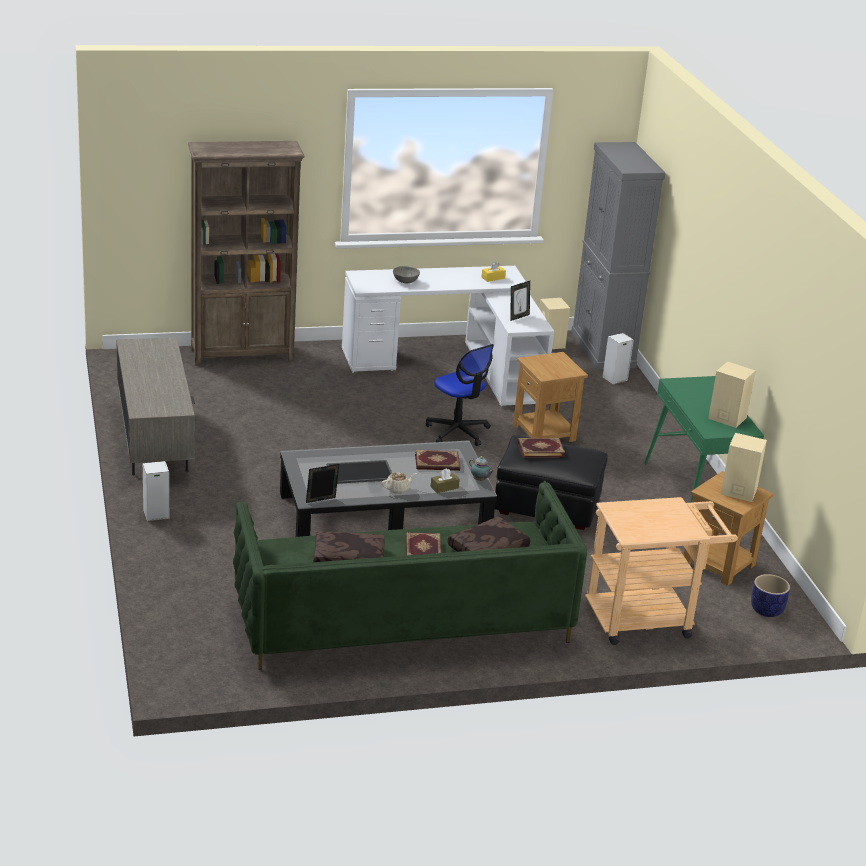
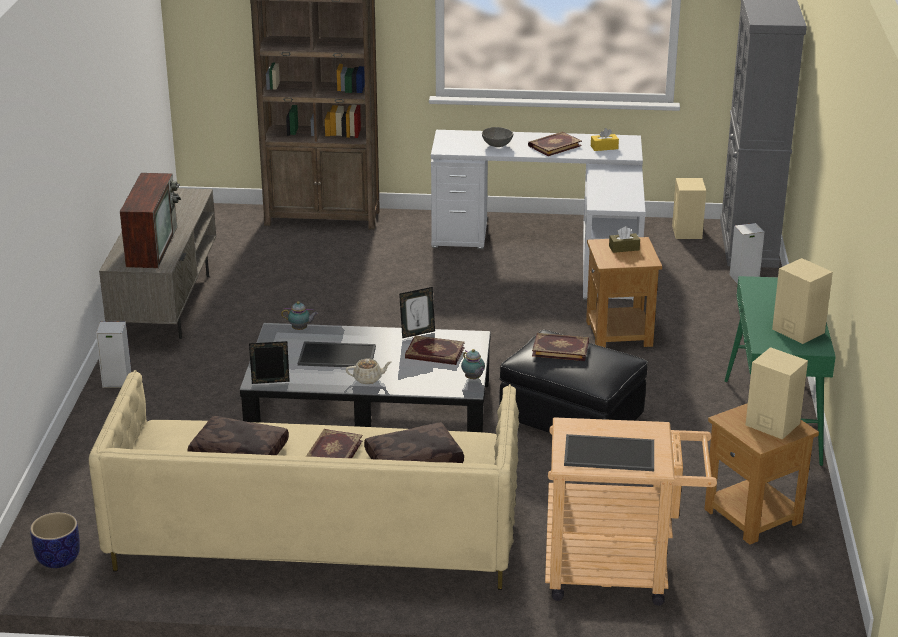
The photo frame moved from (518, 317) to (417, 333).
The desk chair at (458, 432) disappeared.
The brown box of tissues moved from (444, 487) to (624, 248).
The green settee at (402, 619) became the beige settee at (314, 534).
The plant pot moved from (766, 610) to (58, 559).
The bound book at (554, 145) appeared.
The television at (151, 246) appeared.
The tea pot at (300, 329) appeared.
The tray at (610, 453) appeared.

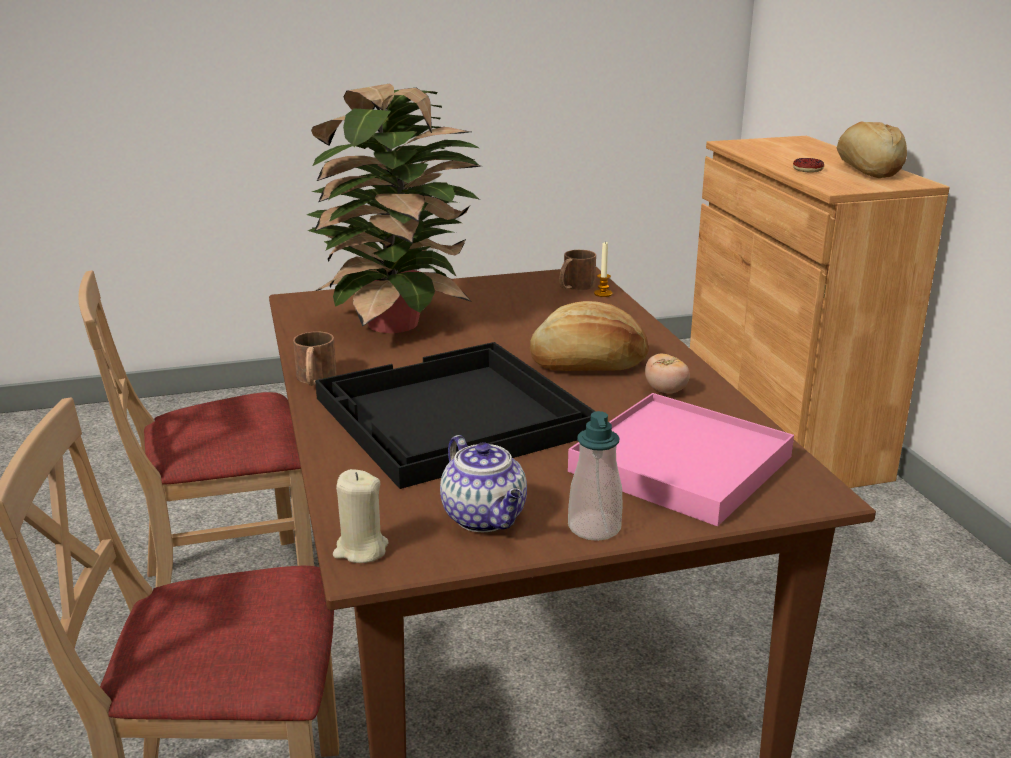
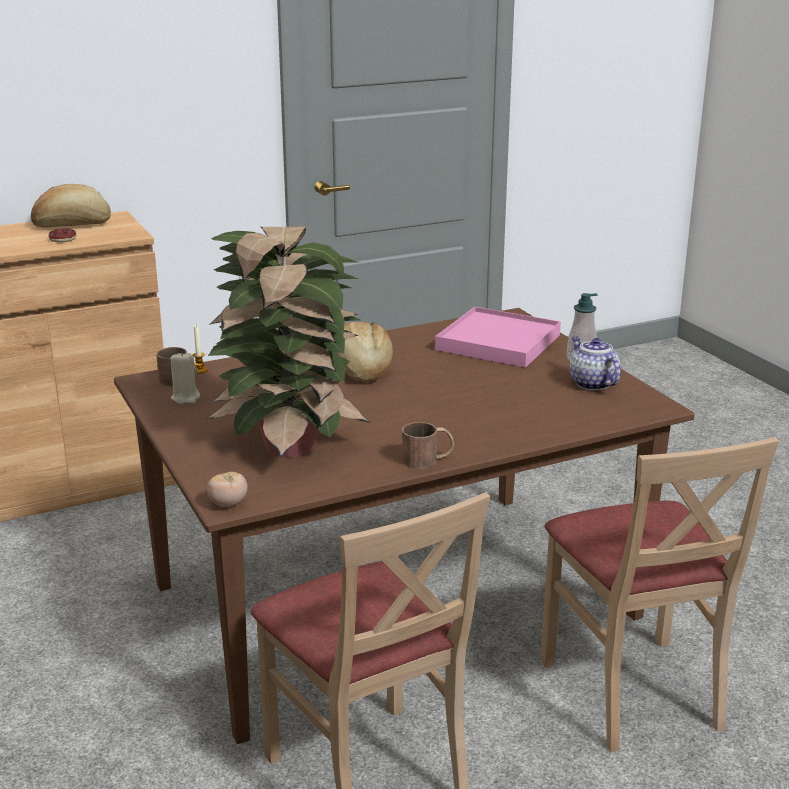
The black-coloured tray at (452, 417) disappeared.
The whole tomato moved from (665, 391) to (228, 504).
The tea pot at (486, 518) turned 75 degrees counterclockwise.
The beige candle moved from (360, 550) to (186, 398).

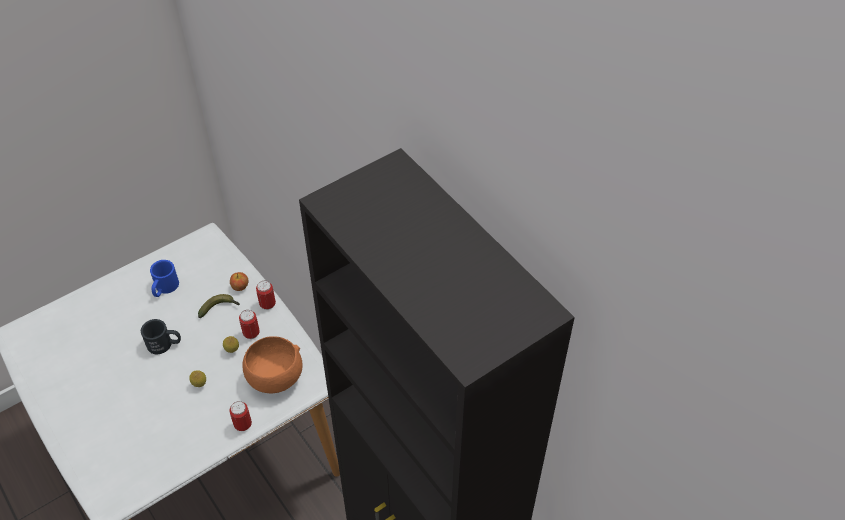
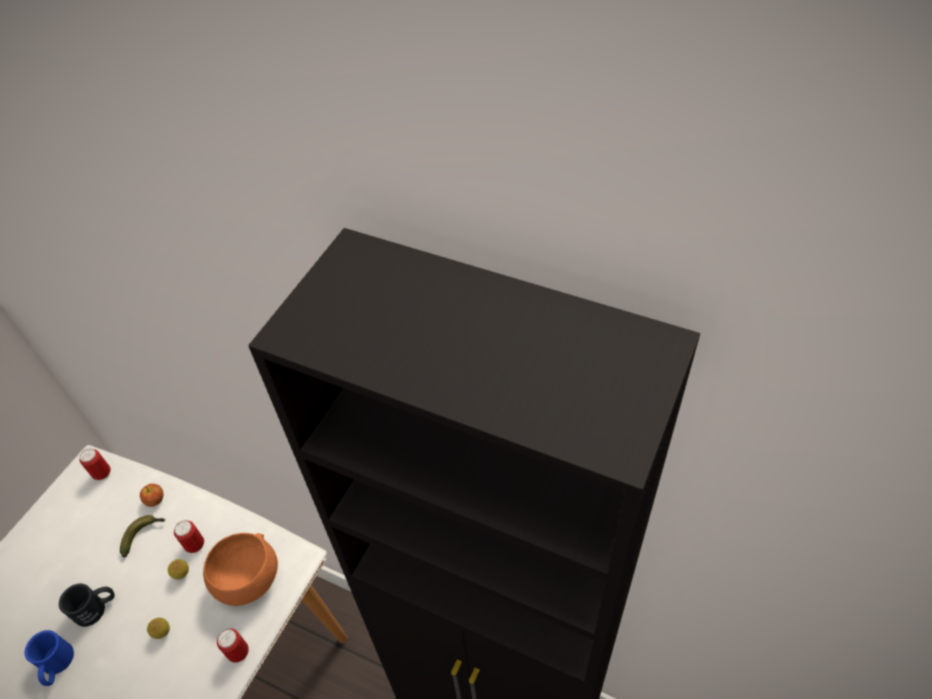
The blue-coloured coffee mug moved from (164, 288) to (56, 665).
The sealed can moved from (267, 304) to (102, 473).

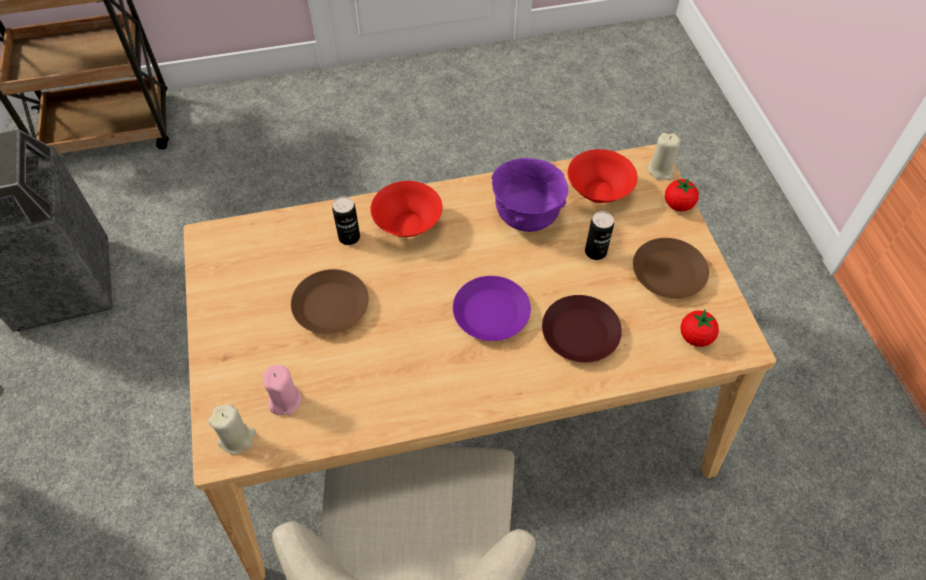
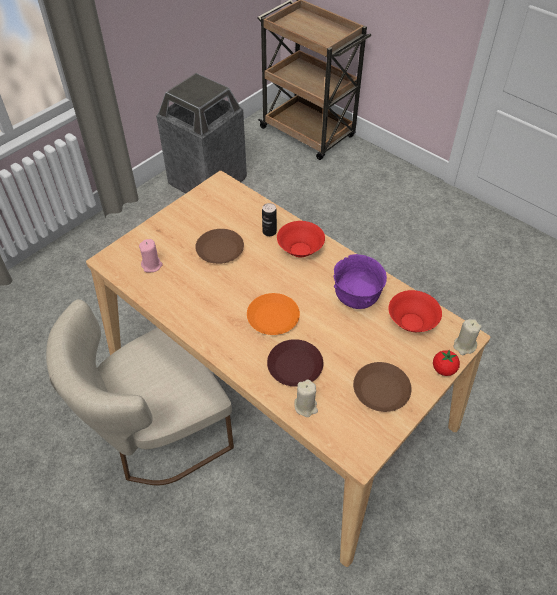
The sealed can at (595, 252) disappeared.
The purplish plate at (492, 312) became the orange plate at (273, 318).
The whole tomato at (695, 337) disappeared.
The beige candle moved from (237, 438) to (306, 406).

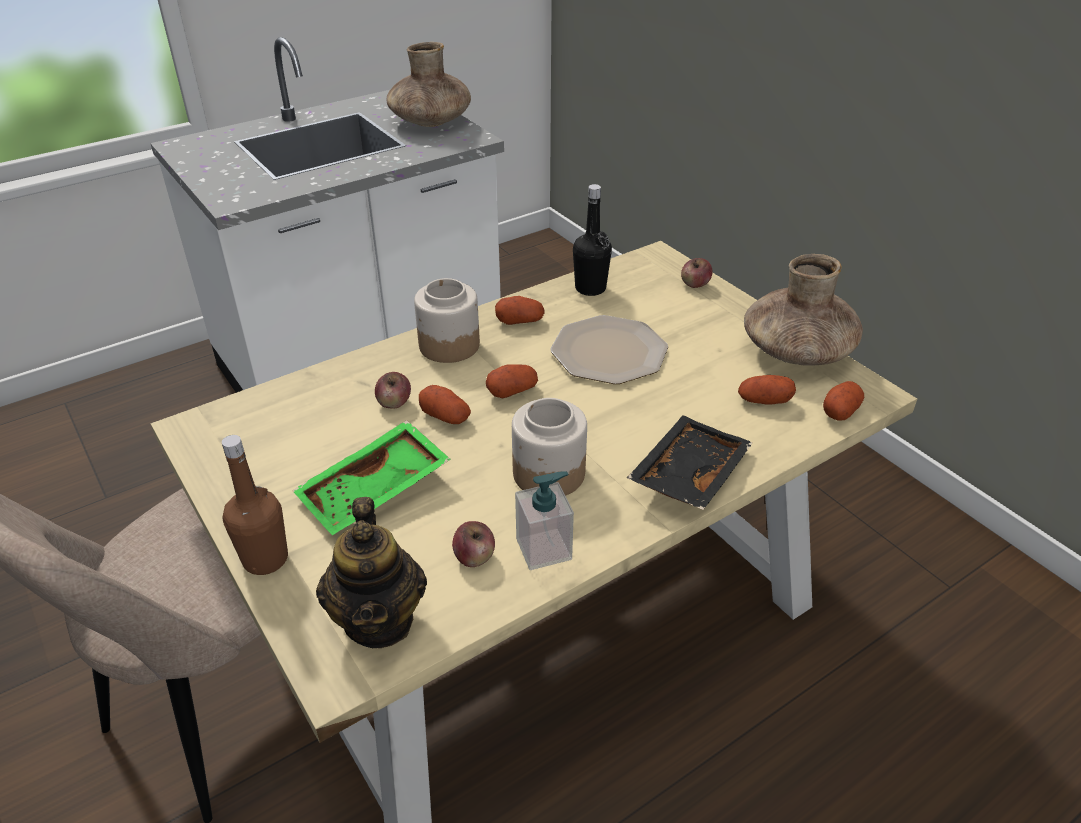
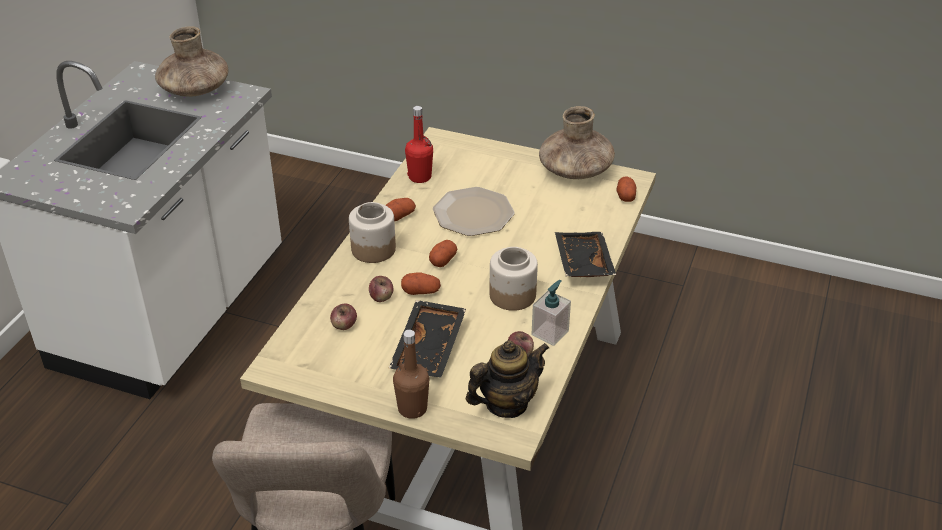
The black-coloured bottle at (590, 288) became the red-coloured bottle at (420, 177).
The apple fruit moved from (695, 284) to (344, 325).
The whole potato at (764, 401) disappeared.
The green tray at (375, 491) became the black-coloured tray at (430, 348).
The tea pot at (379, 619) turned 75 degrees counterclockwise.

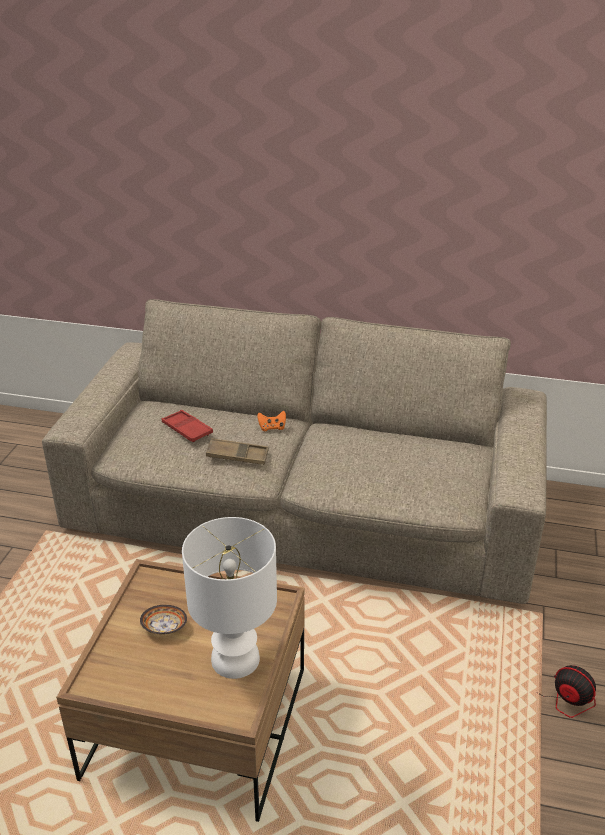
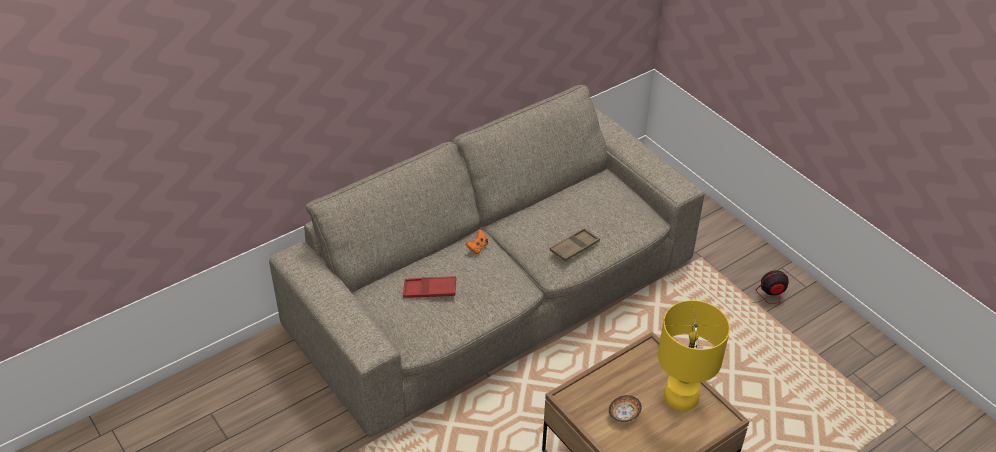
The brown tray moved from (237, 456) to (574, 247).
The whitish lamp for a table at (236, 660) became the yellowish lamp for a table at (682, 396).

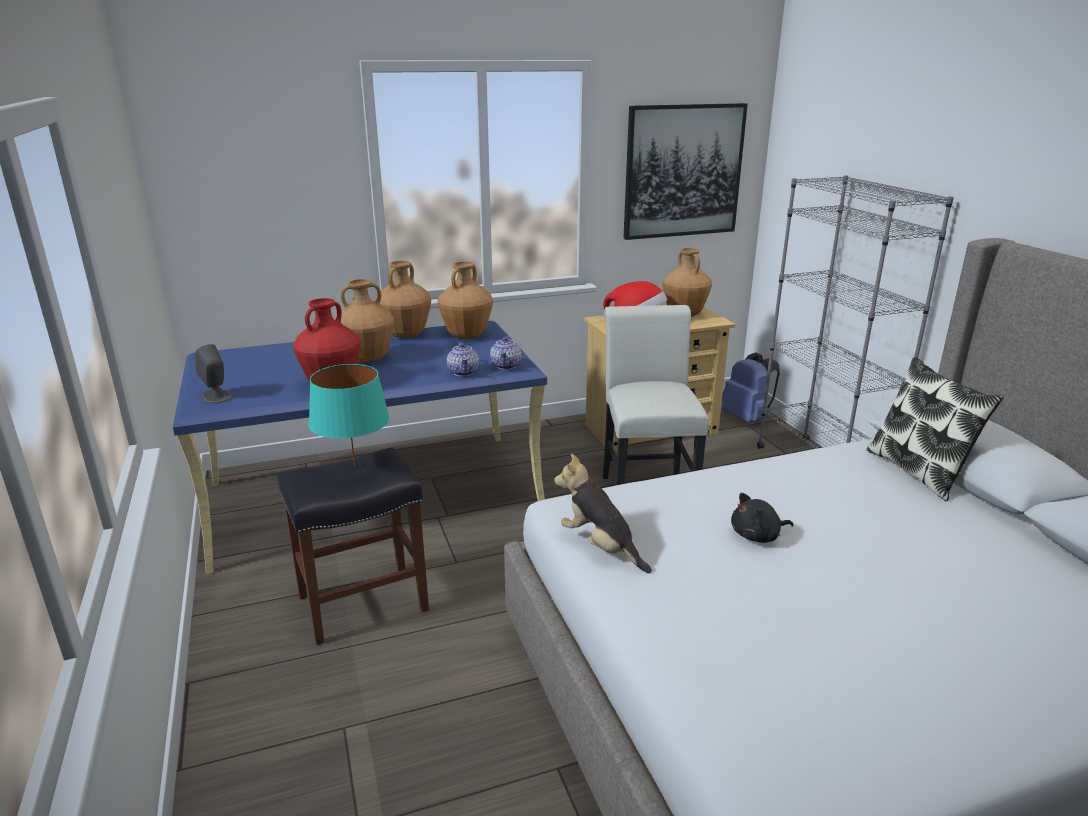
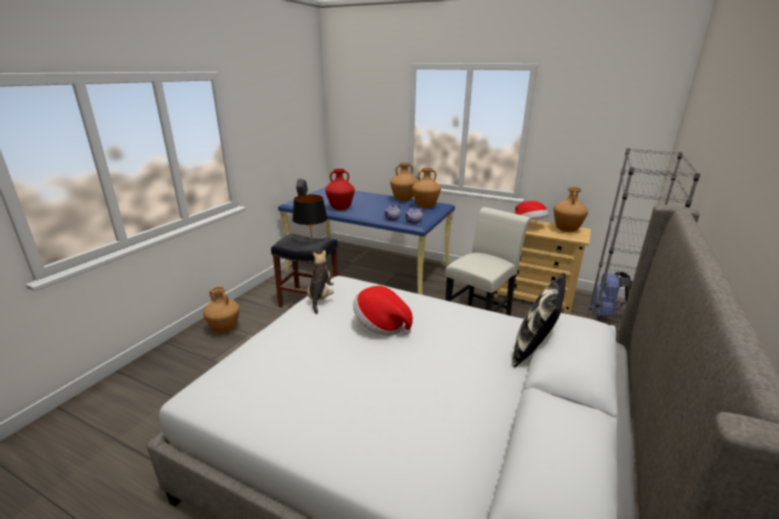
The wall art at (683, 171) disappeared.
The brown decorative vase moved from (367, 360) to (224, 329).
The blue-green lamp for a table at (354, 466) became the black-coloured lamp for a table at (311, 240).
The black-coloured cuddly toy at (757, 536) was replaced by the clothing hat at (381, 325).

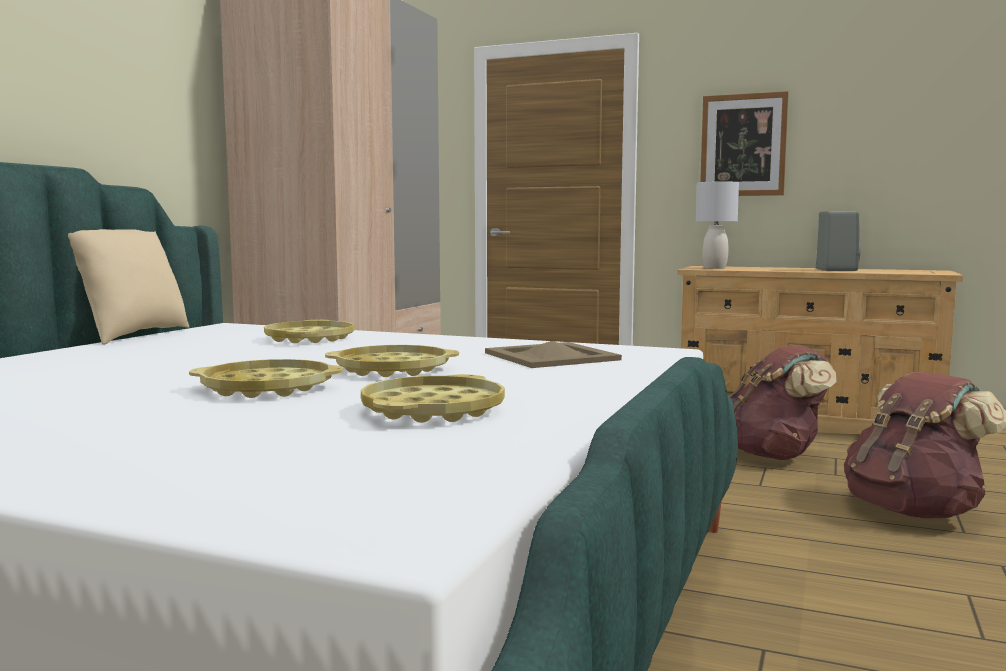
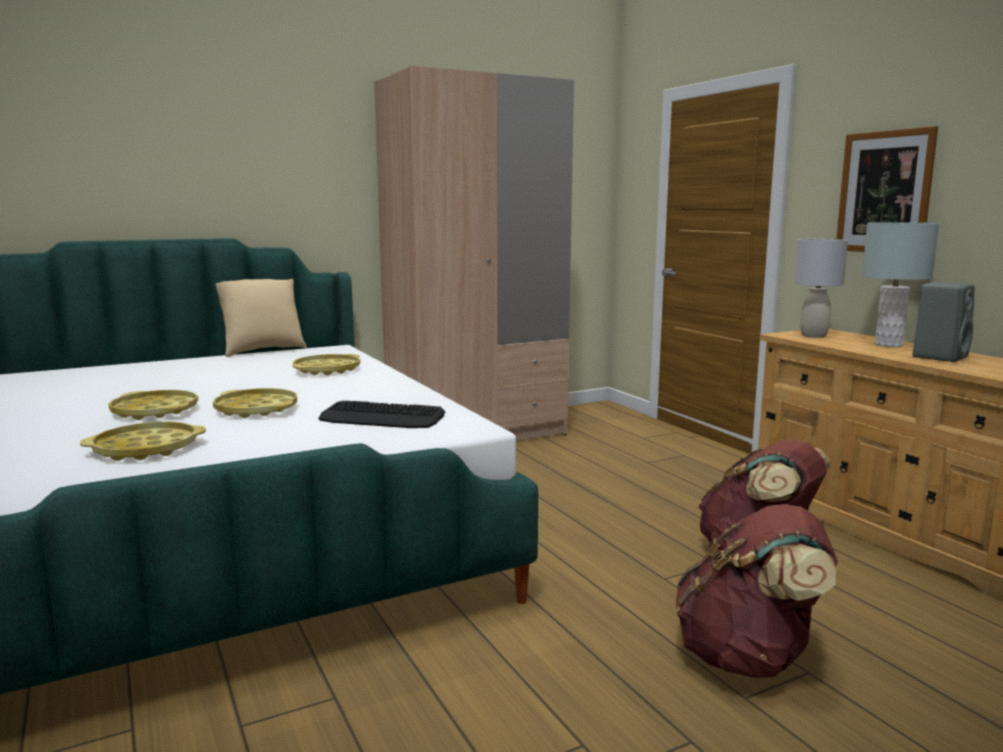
The beige tray at (551, 356) was replaced by the PC keyboard at (382, 417).
The gray lamp for a table at (888, 344) appeared.

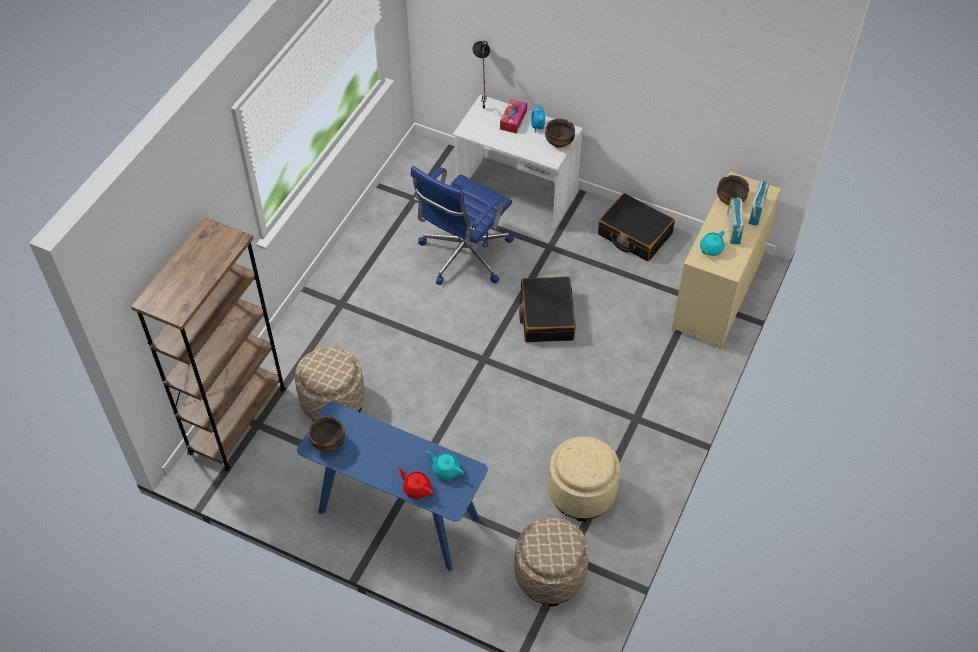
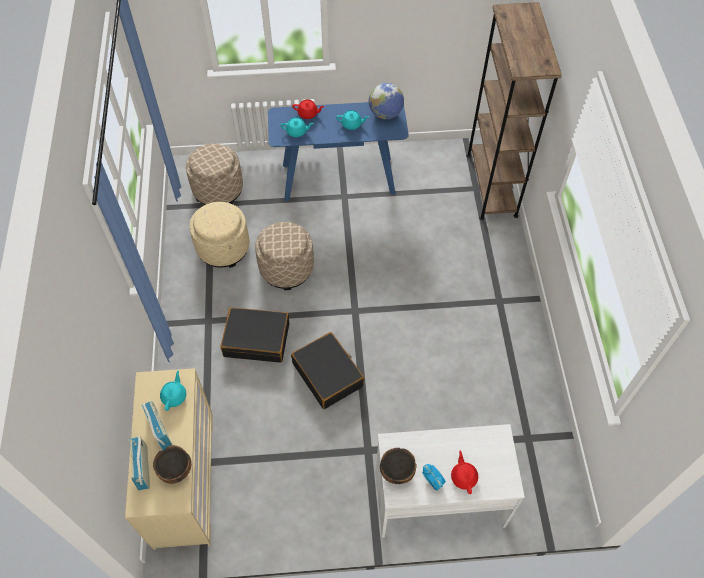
The black-coloured lamp for a table at (482, 109) disappeared.
The box of tissues at (513, 120) was replaced by the red-coloured tea pot at (463, 477).
The blue-coloured desk chair at (463, 255) disappeared.
The black-coloured travel case moved from (634, 234) to (257, 339).
The beige pouffe moved from (332, 401) to (286, 268).
The serving bowl at (329, 443) was replaced by the world globe at (385, 114).
The blue-green tea pot at (352, 124) appeared.

